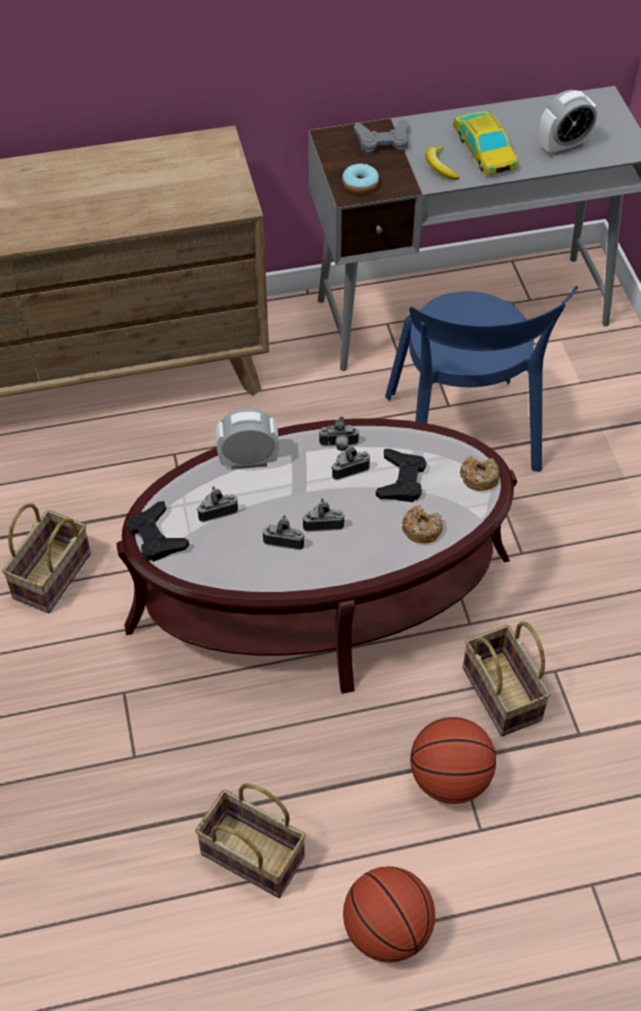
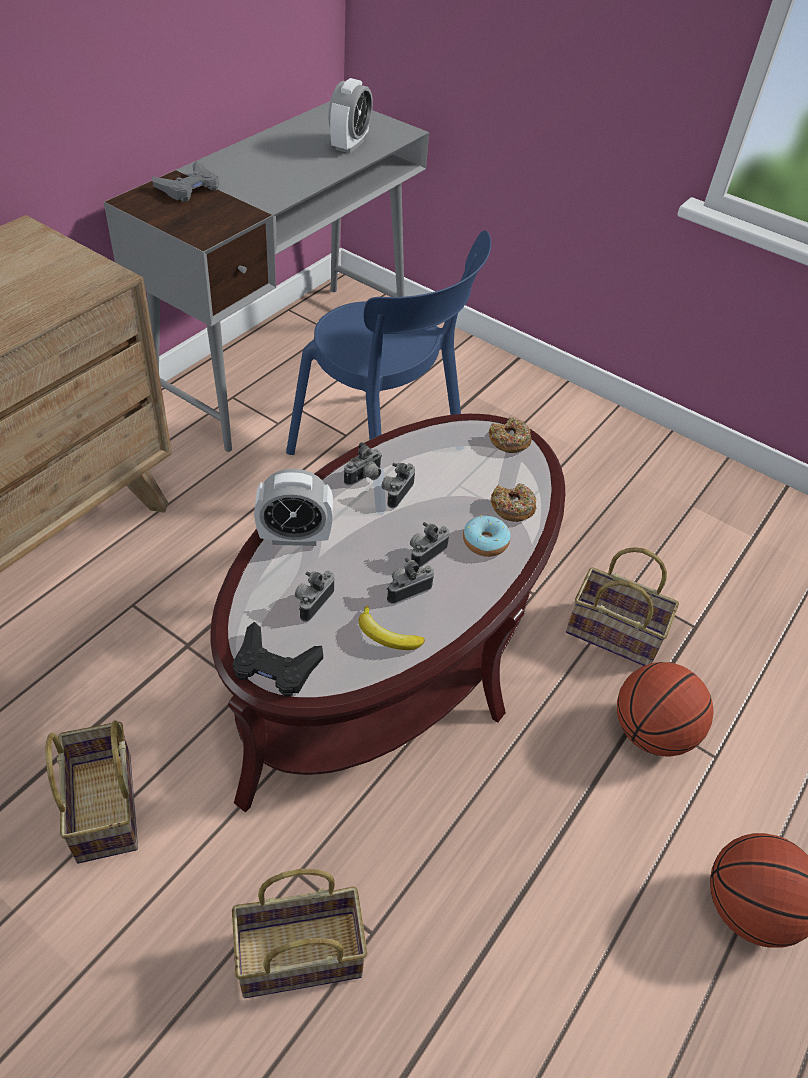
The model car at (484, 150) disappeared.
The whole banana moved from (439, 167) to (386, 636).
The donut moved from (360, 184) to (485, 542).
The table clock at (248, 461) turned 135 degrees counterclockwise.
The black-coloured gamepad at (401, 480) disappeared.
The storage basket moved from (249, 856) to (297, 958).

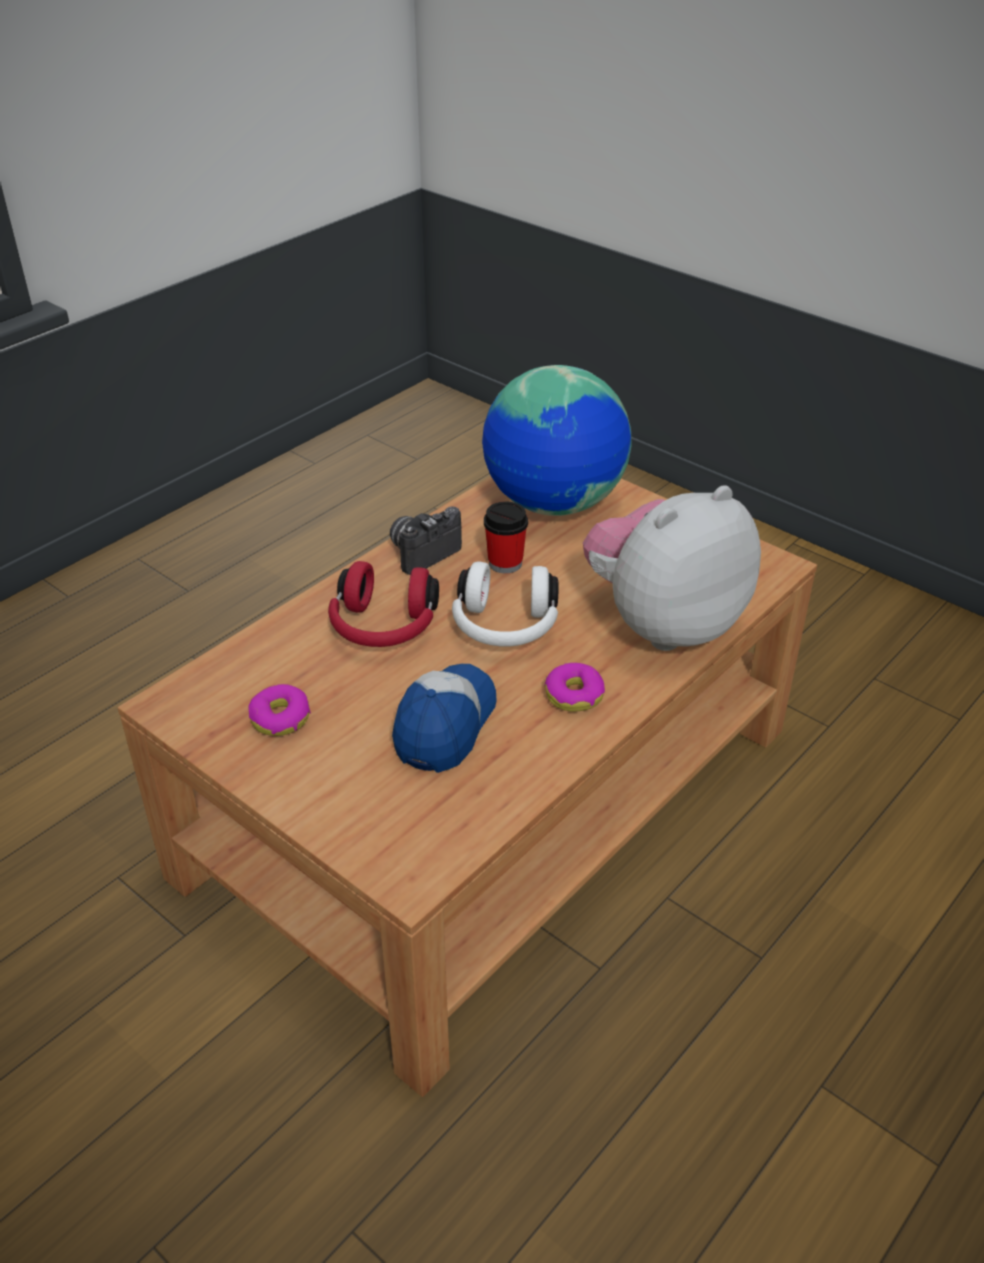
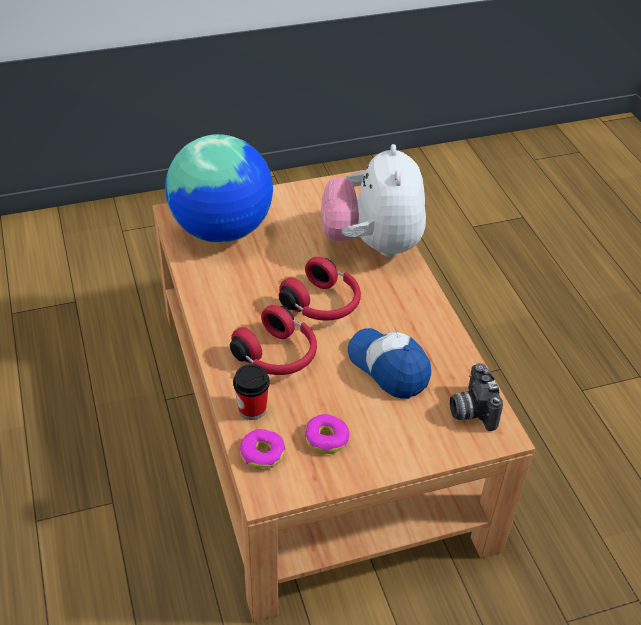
The drinking cup moved from (505, 563) to (252, 409).
The still camera moved from (422, 552) to (471, 410).
The whitish pair of headphones at (505, 627) became the red-coloured pair of headphones at (323, 305).
The donut moved from (574, 695) to (262, 453).

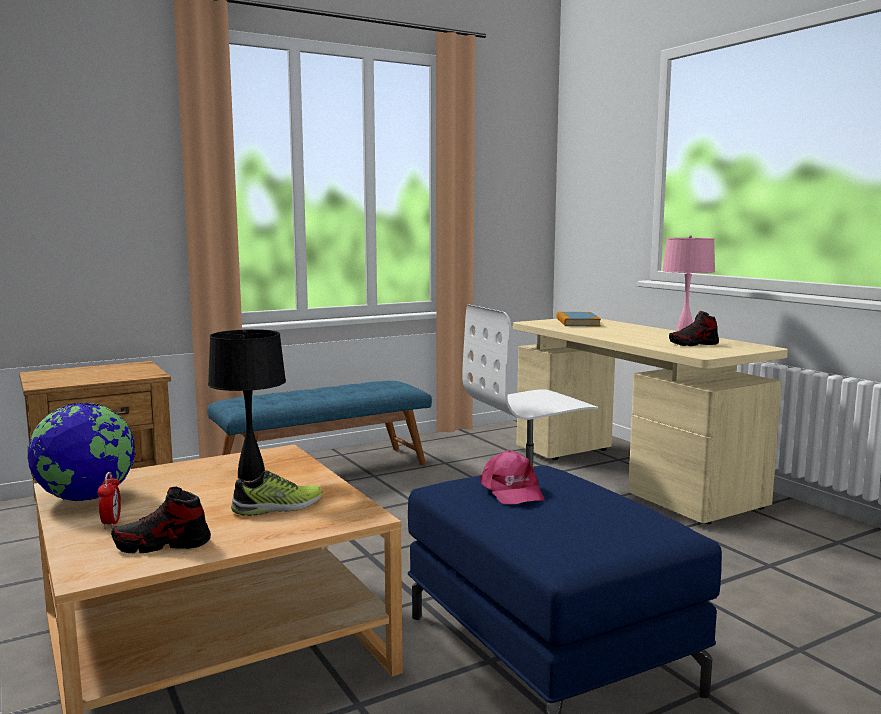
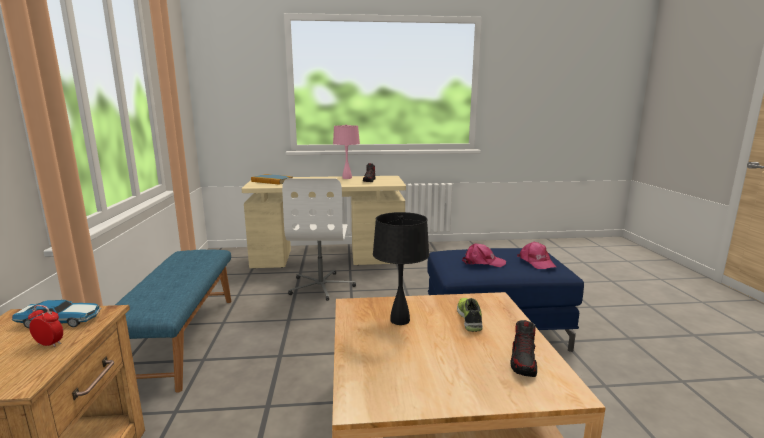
The world globe at (87, 498) disappeared.
The table clock moved from (111, 523) to (49, 344).
The pinkish peaked cap at (536, 262) appeared.
The model car at (61, 321) appeared.

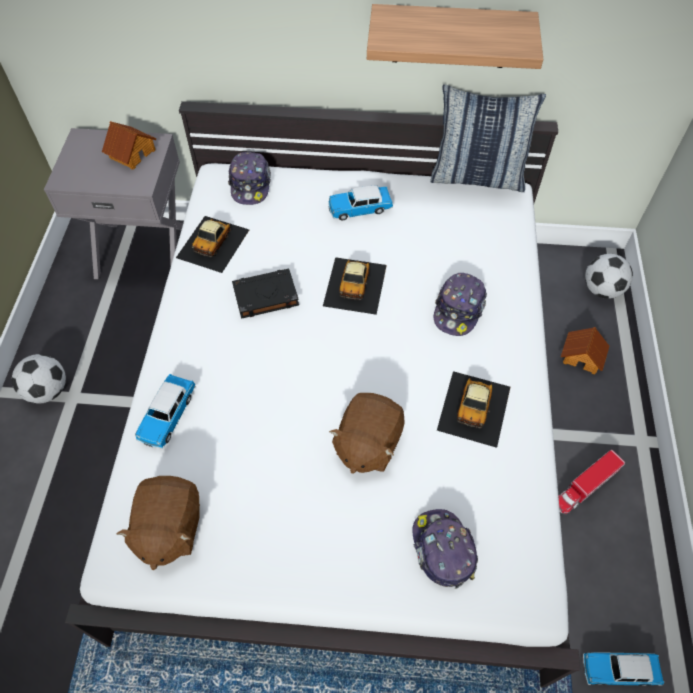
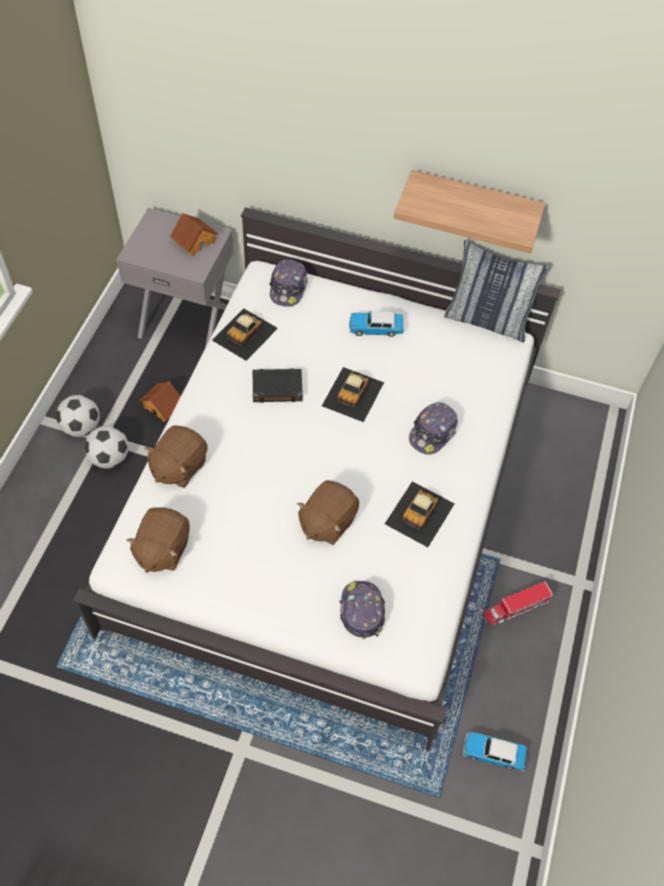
The football moved from (601, 289) to (110, 458).
The model house moved from (582, 356) to (163, 406).
The model car at (168, 415) was replaced by the brown cuddly toy at (178, 466).

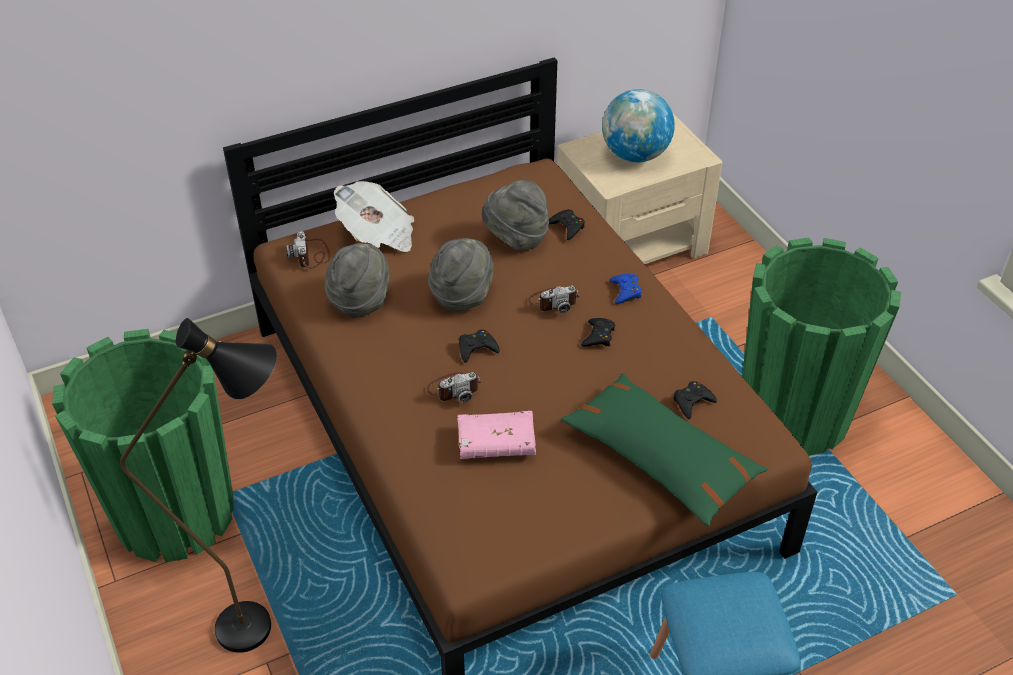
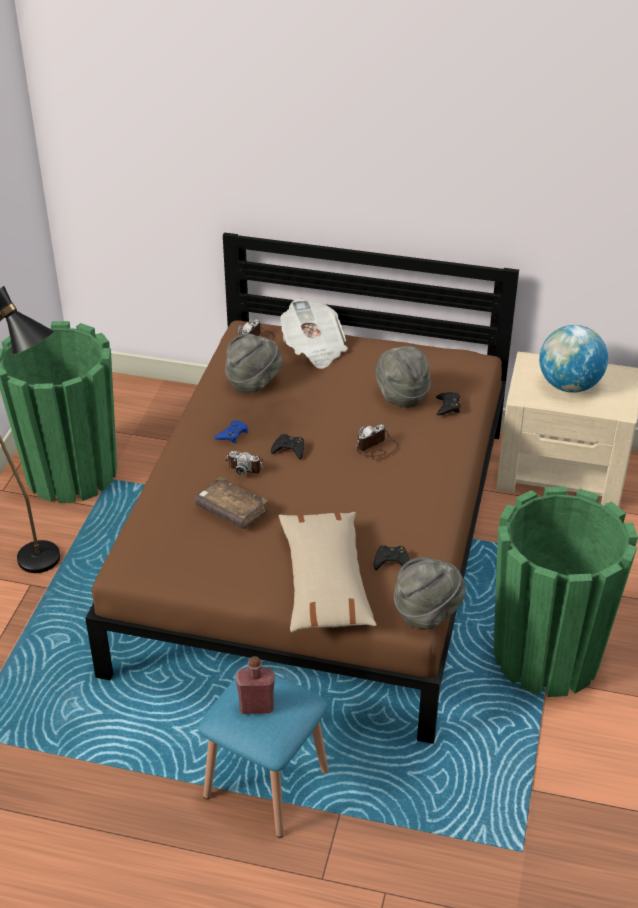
The gray clothing hat moved from (462, 294) to (427, 612).
The blue-coloured gamepad moved from (625, 291) to (232, 434).
The still camera at (553, 301) turned 120 degrees clockwise.
The black-coloured gamepad at (598, 336) disappeared.
The green cushion at (660, 458) became the beige cushion at (325, 581).
The pinkish bound book at (496, 443) became the brown bound book at (231, 510).
The red-coloured bottle at (256, 706) appeared.

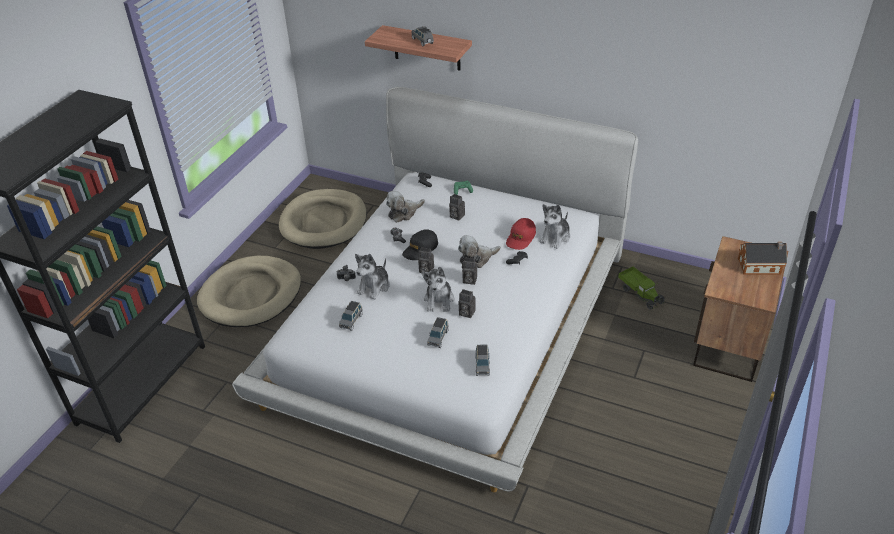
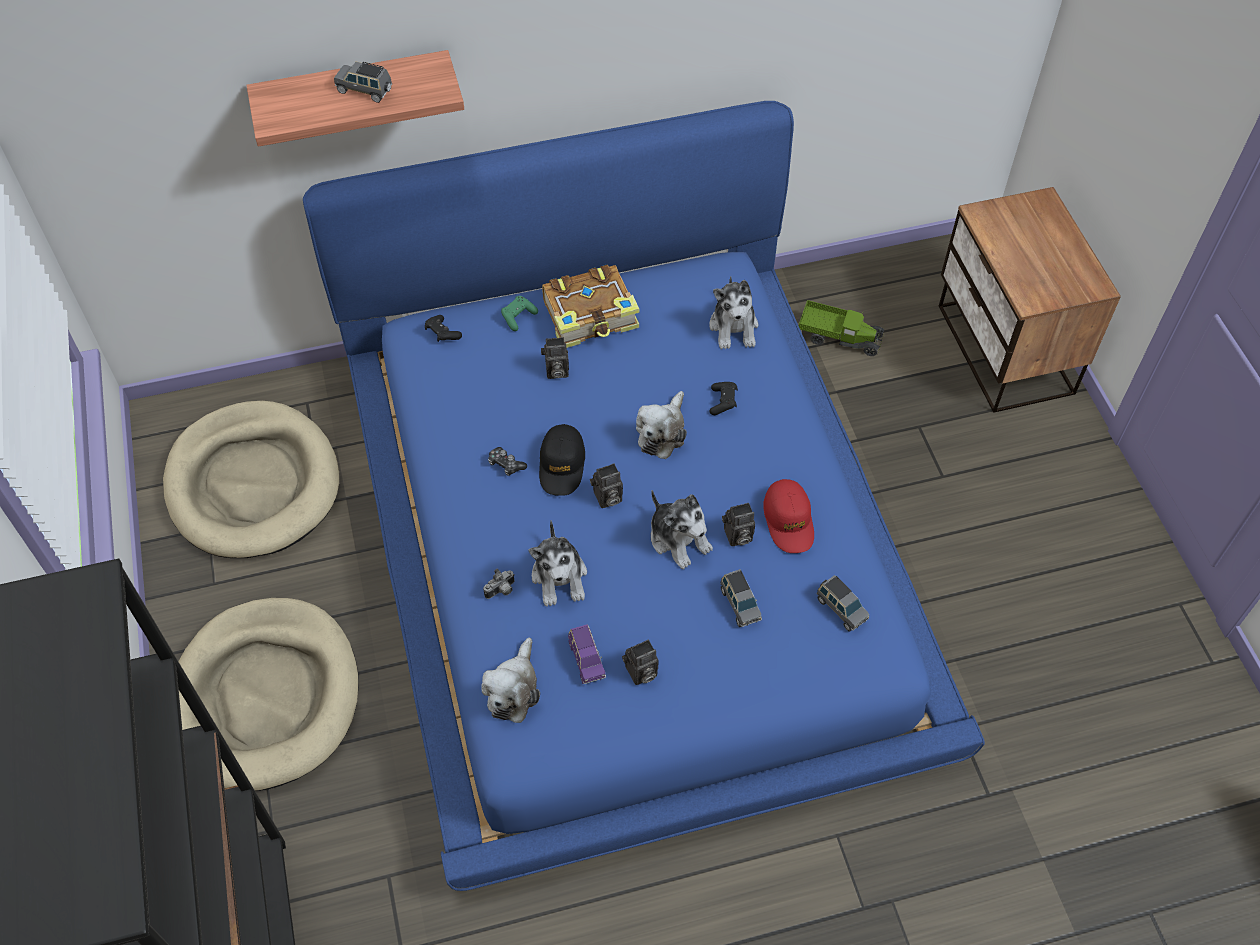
The whitish bedroom bed at (449, 323) became the blue-coloured bedroom bed at (630, 546).
The cuddly toy moved from (404, 213) to (513, 689).
The red-coloured peaked cap moved from (521, 238) to (789, 521).
The model house at (761, 266) disappeared.
The still camera moved from (468, 280) to (640, 673).
The gray model car at (351, 321) became the purplish model car at (586, 660).
The bound book at (591, 316) appeared.

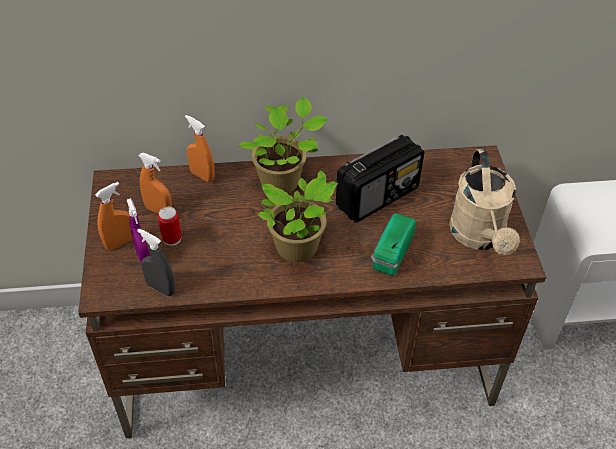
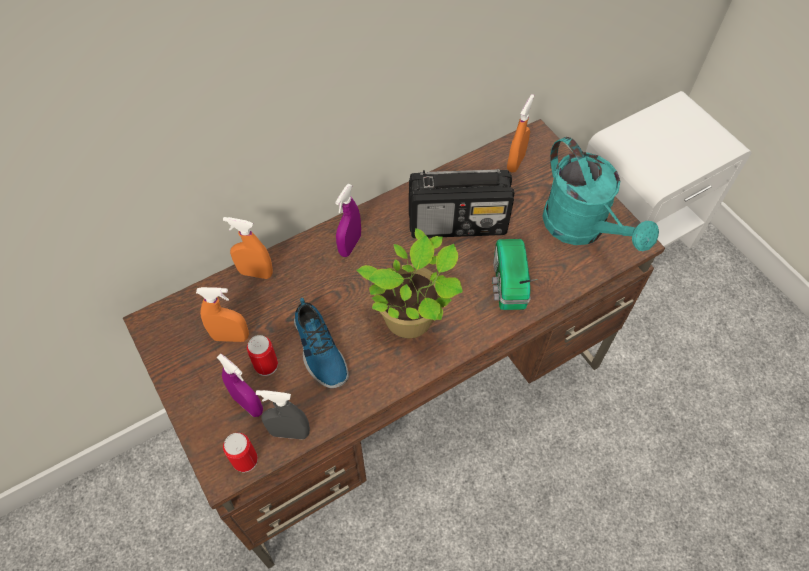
The plant in a pot at (283, 182) was replaced by the purplish sprayer at (350, 245).
The radio at (378, 196) turned 60 degrees clockwise.
The beige watering pot at (480, 237) became the blue-green watering pot at (582, 229).
The orange sprayer moved from (120, 243) to (515, 162).
The shoe at (319, 350) appeared.
The sealed can at (245, 460) appeared.

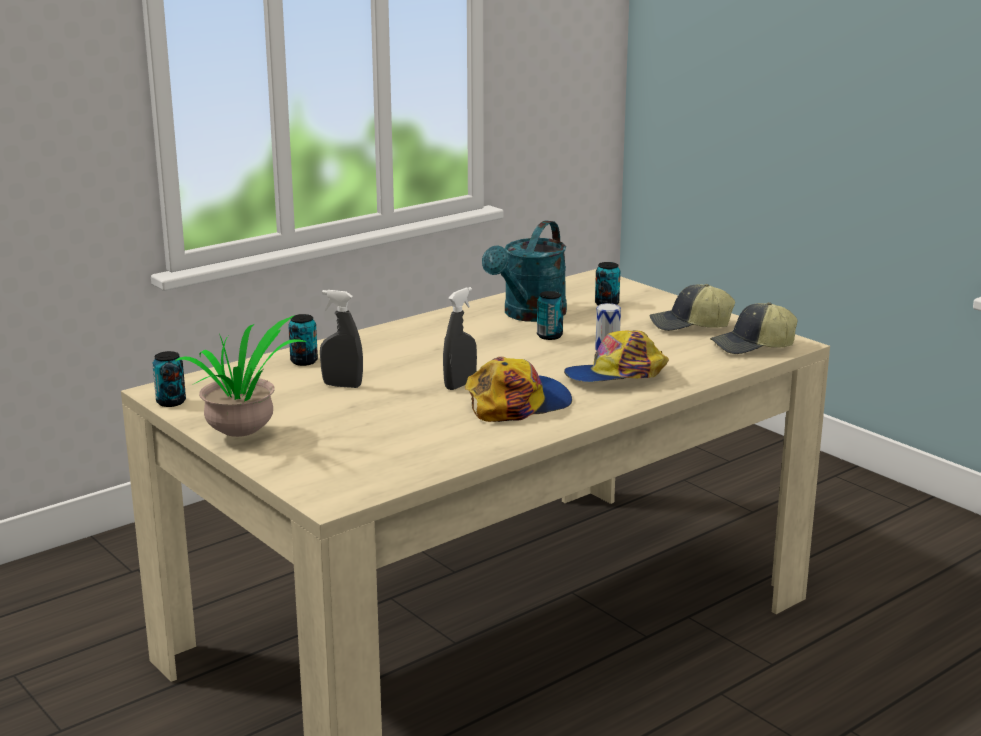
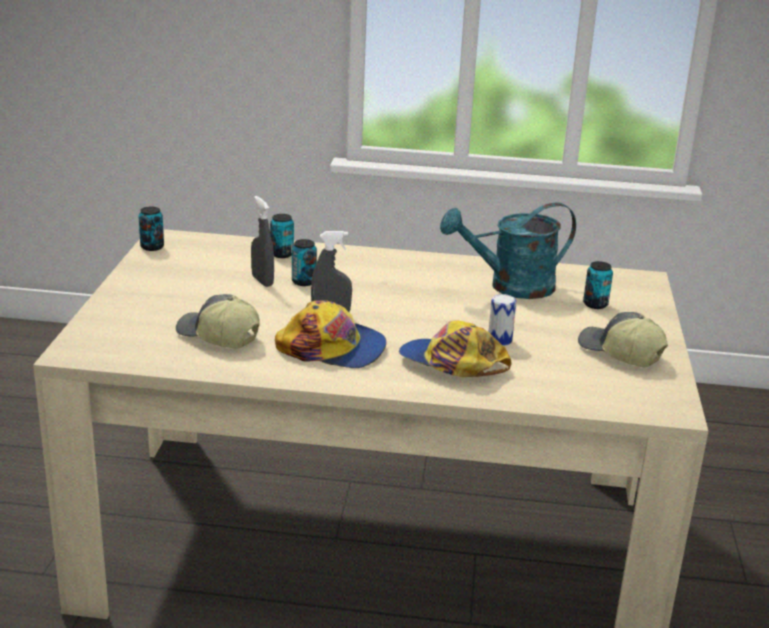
The sealed can moved from (549, 336) to (304, 281).
The peaked cap moved from (752, 347) to (217, 336).
The plant in a pot at (246, 435) disappeared.

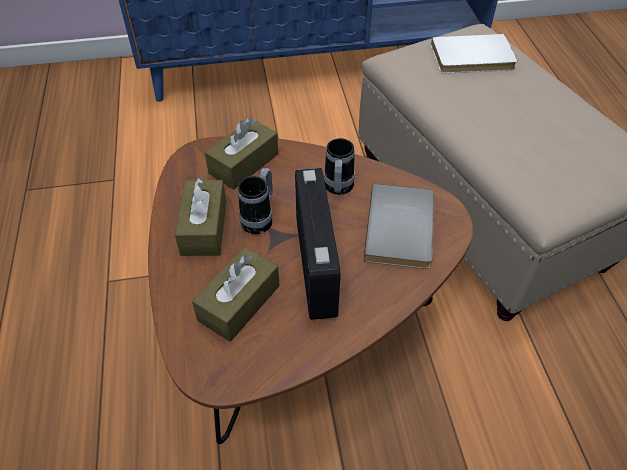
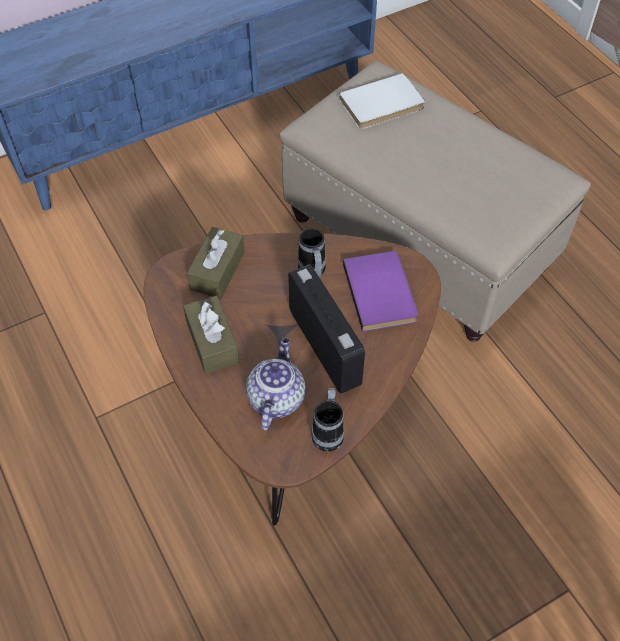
The coffee mug moved from (260, 218) to (328, 432).
The gray bound book at (403, 228) became the purplish bound book at (382, 292).
The brown box of tissues at (239, 303) was replaced by the tea pot at (276, 398).

